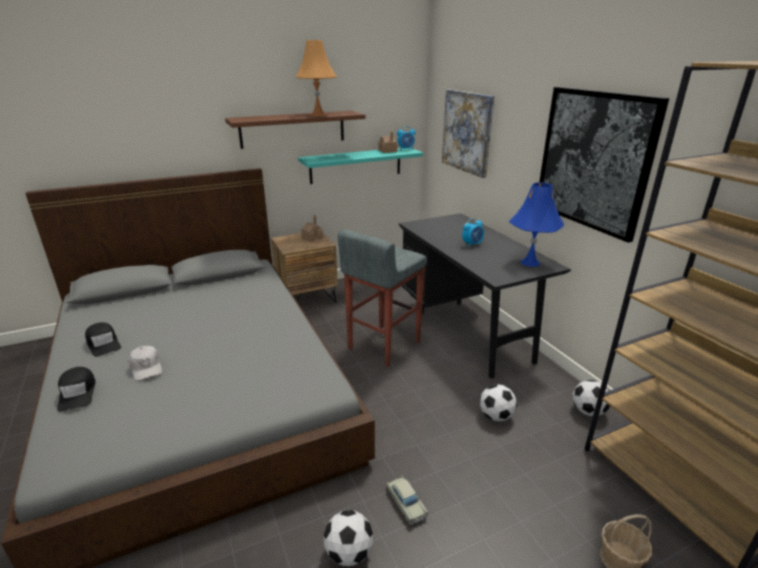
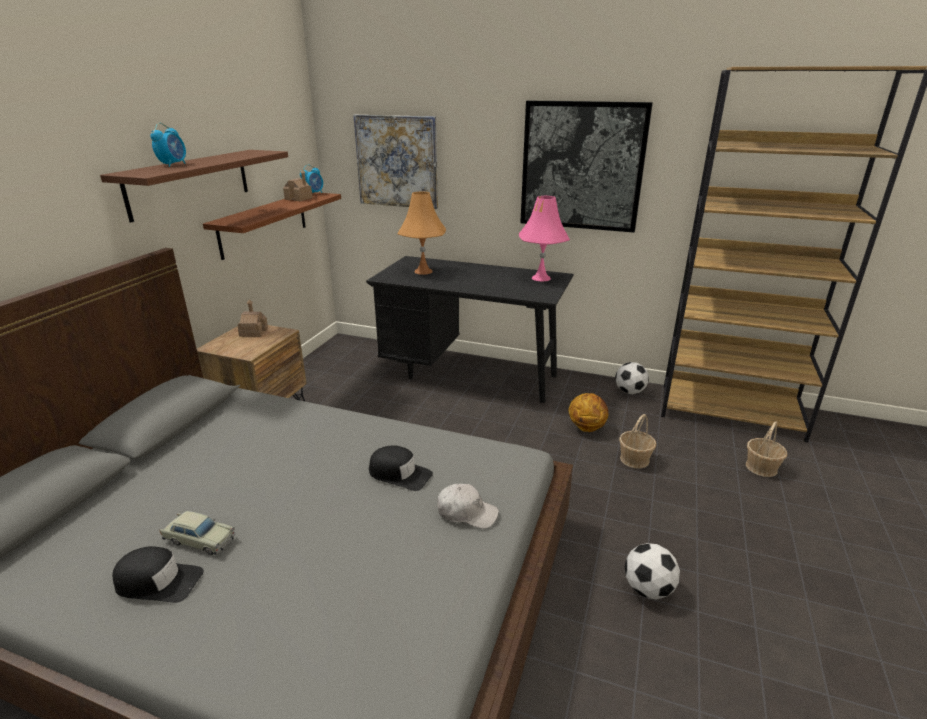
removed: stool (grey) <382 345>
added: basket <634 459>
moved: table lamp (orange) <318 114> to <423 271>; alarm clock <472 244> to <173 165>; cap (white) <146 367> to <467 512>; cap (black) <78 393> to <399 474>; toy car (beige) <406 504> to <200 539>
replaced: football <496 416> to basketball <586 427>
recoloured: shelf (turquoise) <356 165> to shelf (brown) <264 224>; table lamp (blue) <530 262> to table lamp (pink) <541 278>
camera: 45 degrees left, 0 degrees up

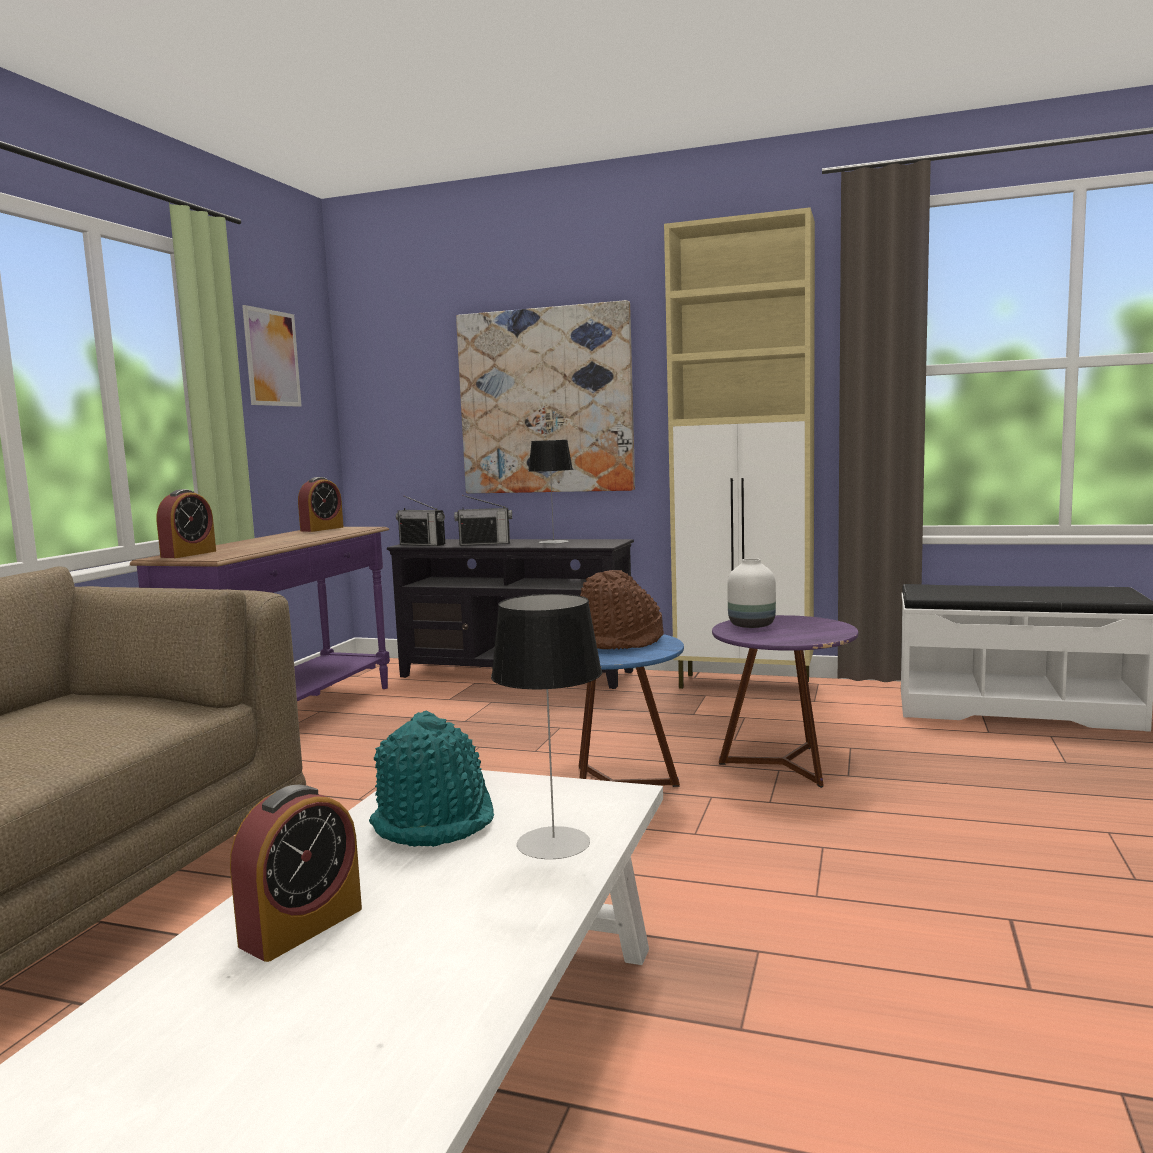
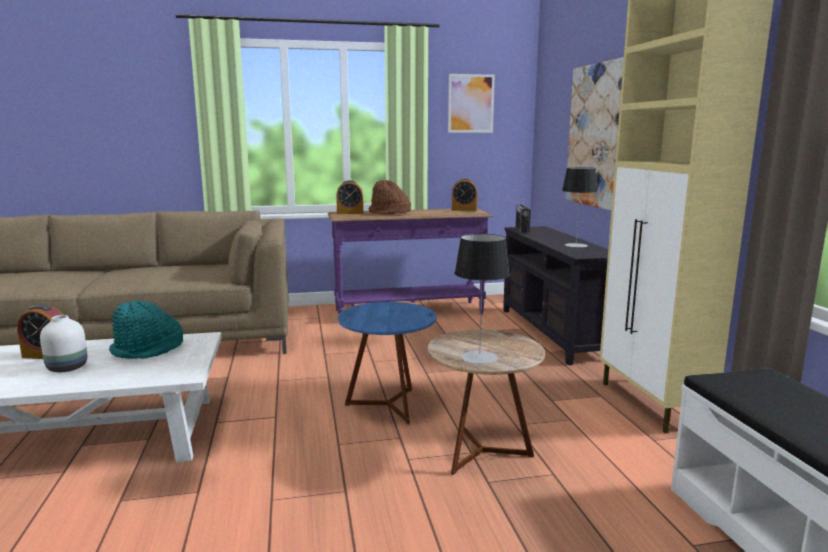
removed: radio <485 544>
moved: vase (white) <751 625> to <68 368>; hat (brown) <621 642> to <389 213>; table lamp <553 843> to <479 357>
recoloured: side table (purple) <784 765> to side table (brown) <482 452>
camera: 60 degrees right, 5 degrees up

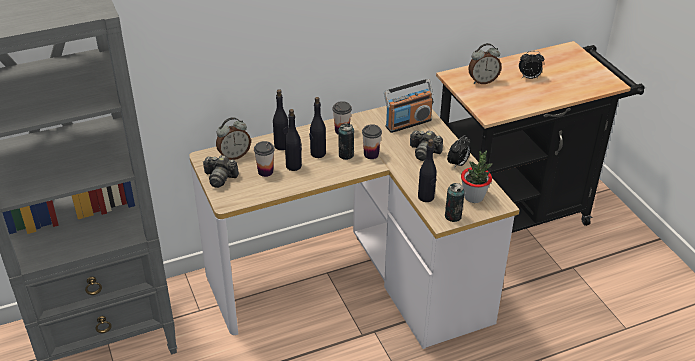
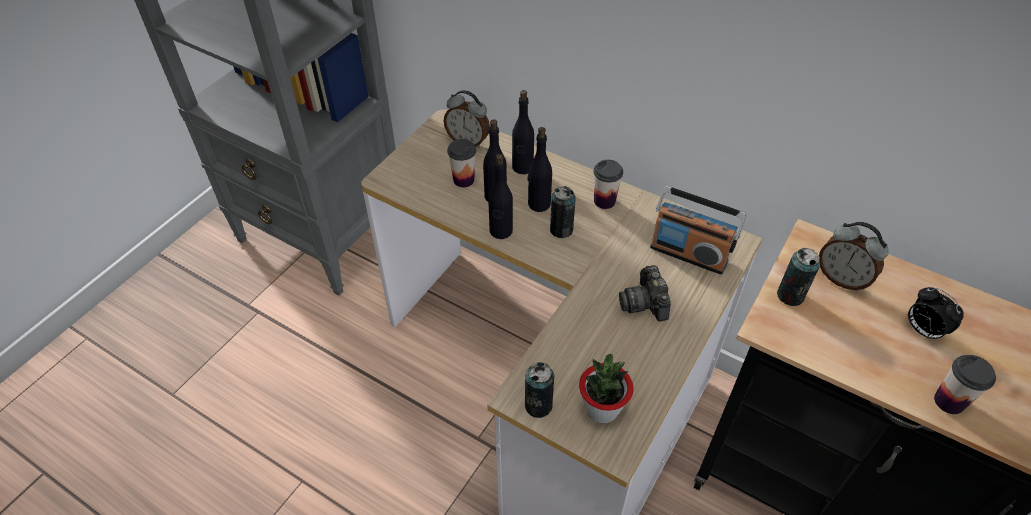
removed: alarm clock <458 164>; photo camera <220 178>
added: can <790 295>
moved: cup <371 154> to <949 401>; bottle (black) <426 197> to <501 231>
camera: 55 degrees right, 10 degrees up

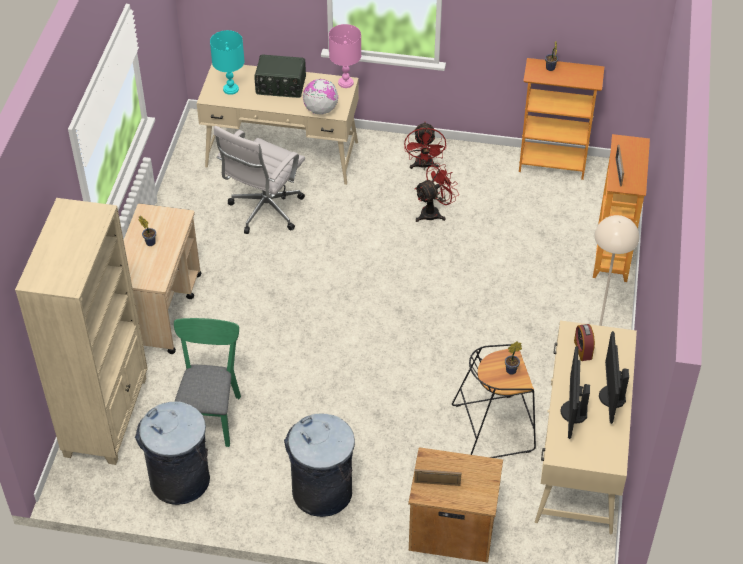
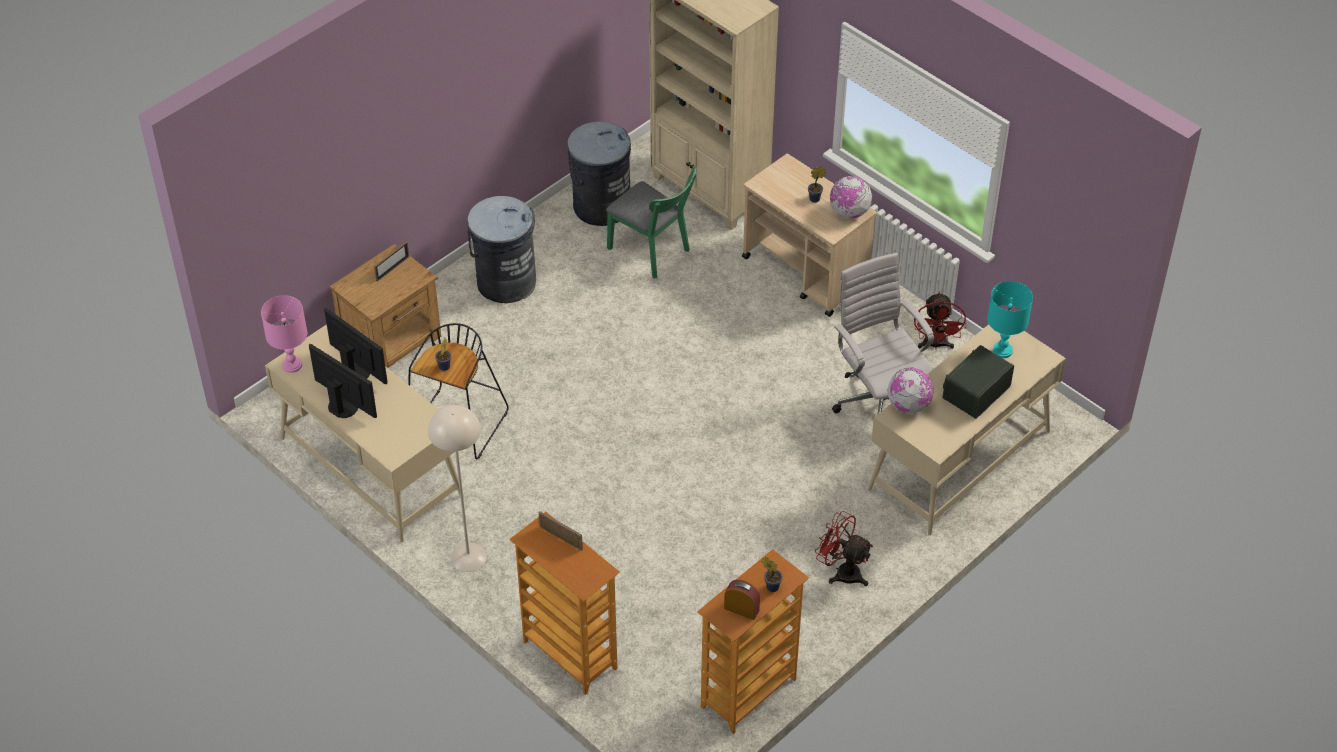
added: globe <849 212>
moved: table lamp (pink) <345 83> to <292 365>; fan (red) <434 212> to <935 345>; alarm clock <583 350> to <741 609>
camera: 125 degrees right, 0 degrees up

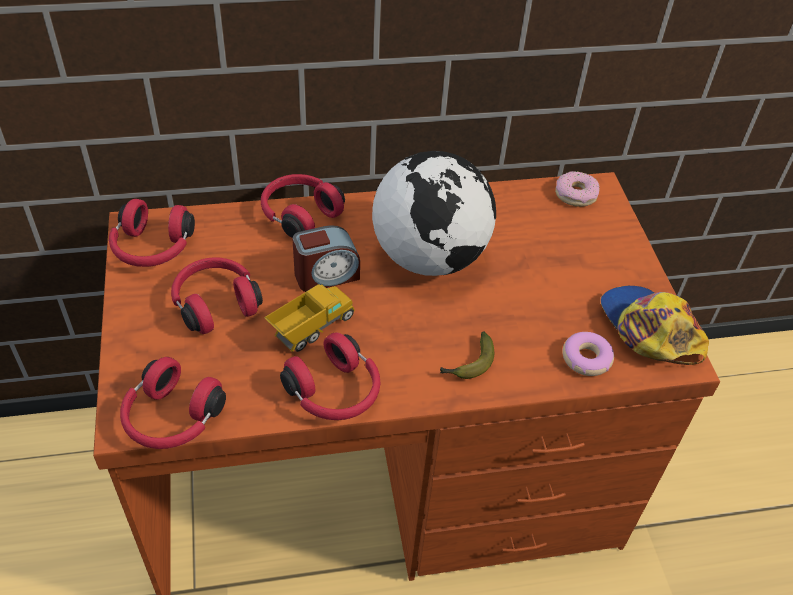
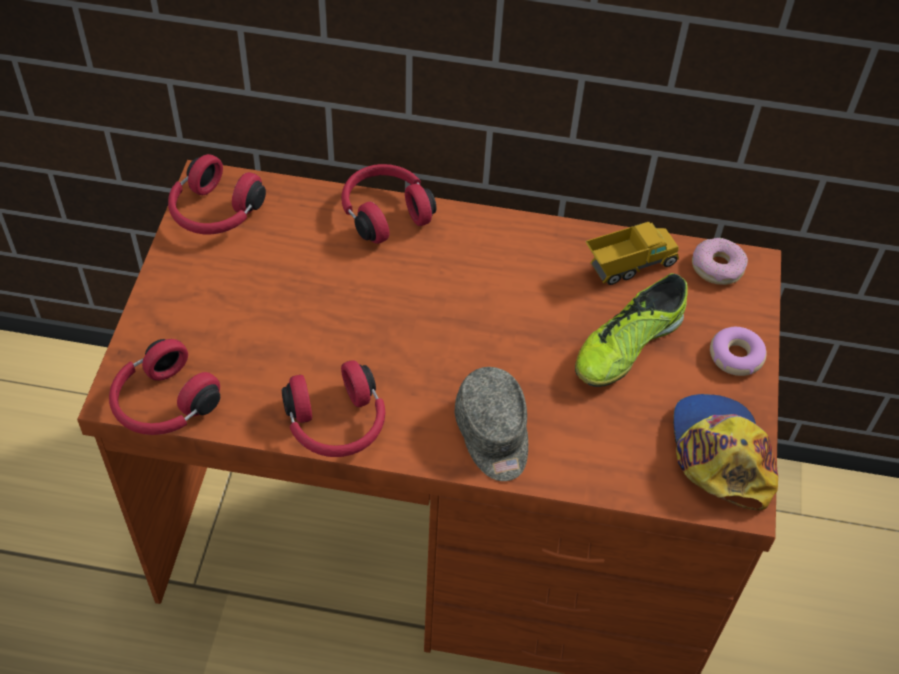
removed: globe <429 257>; alarm clock <326 275>; headphones (red) <215 303>
added: shoe <627 345>
moved: toy truck <312 329> to <629 267>; donut <586 359> to <735 356>
replaced: banana <469 364> to cap (grey) <493 435>
camera: 20 degrees right, 5 degrees up

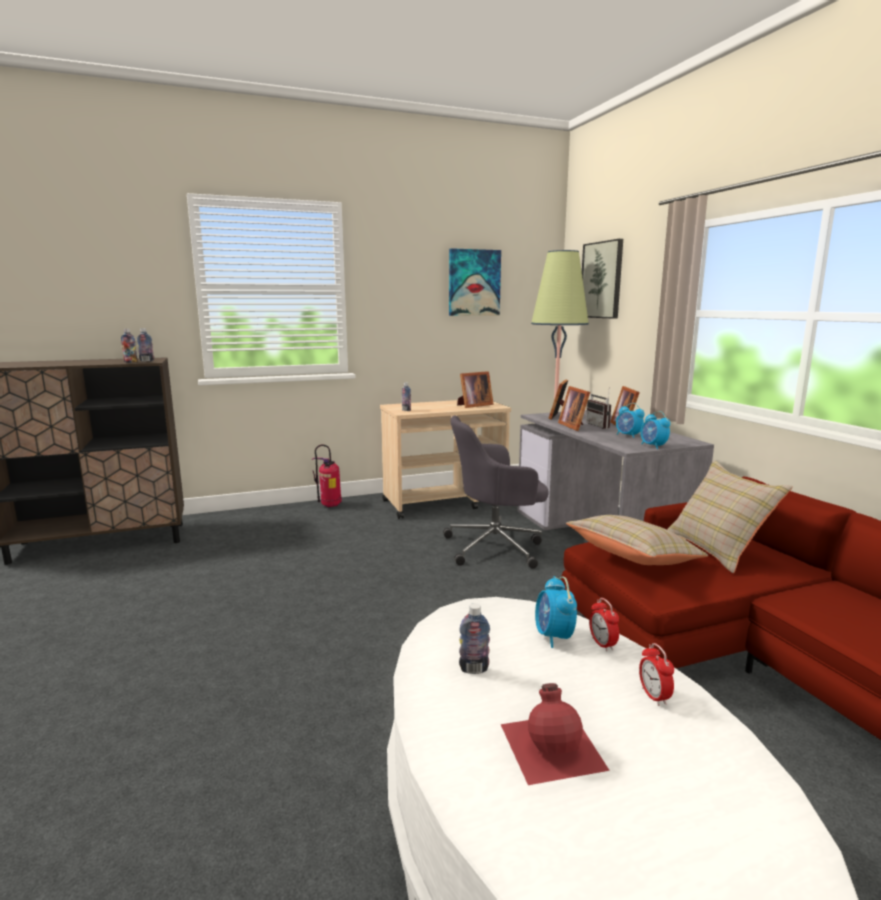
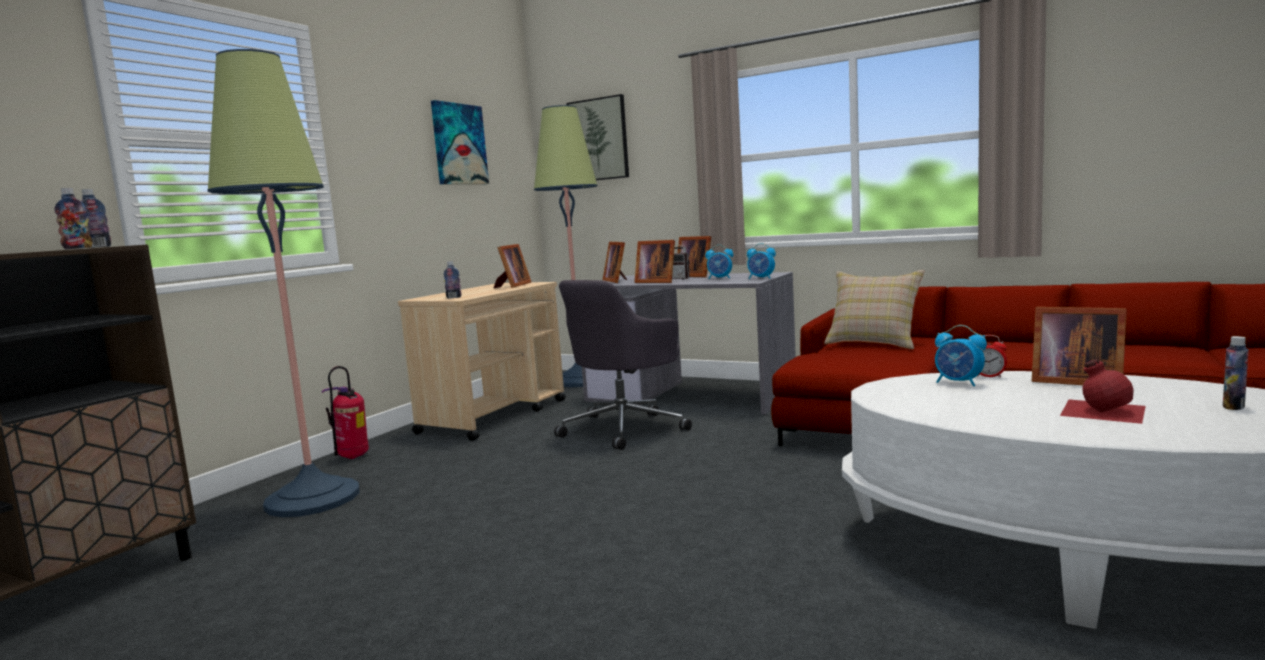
removed: pillow (beige) <633 559>
added: floor lamp <313 498>
moved: bottle <474 669> to <1233 407>
replaced: alarm clock <654 696> to picture frame <1073 381>
camera: 40 degrees left, 5 degrees down

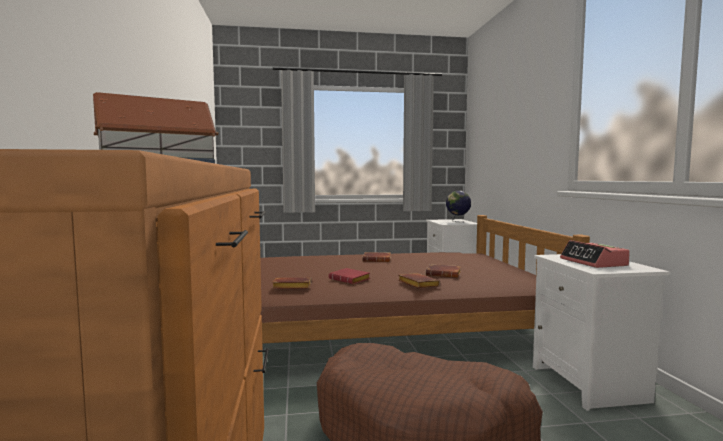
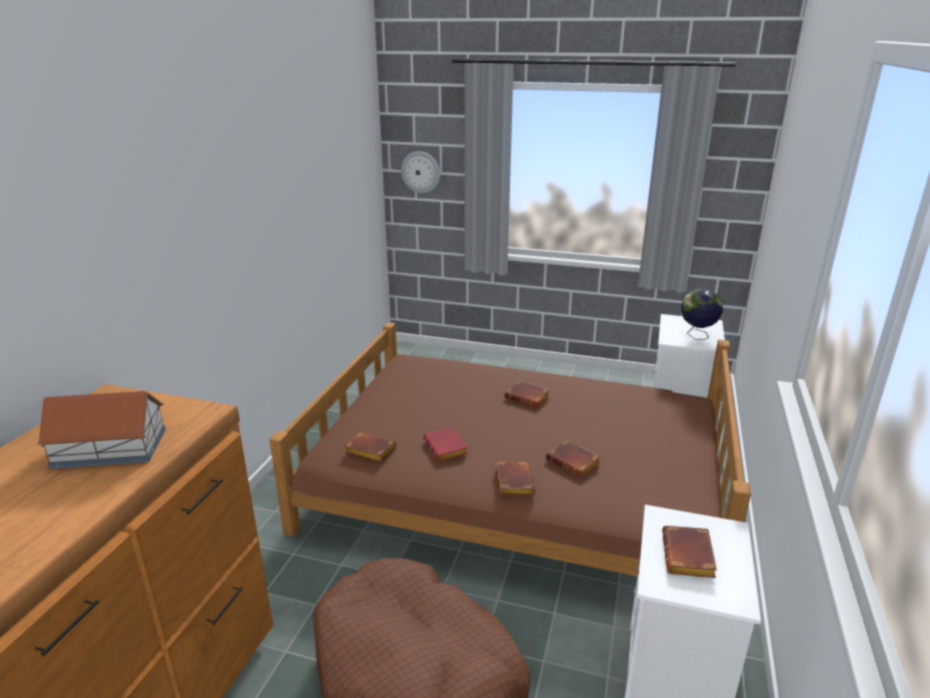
added: wall clock <421 172>
replaced: alarm clock <593 262> to book (brown) <689 558>
camera: 25 degrees right, 20 degrees up

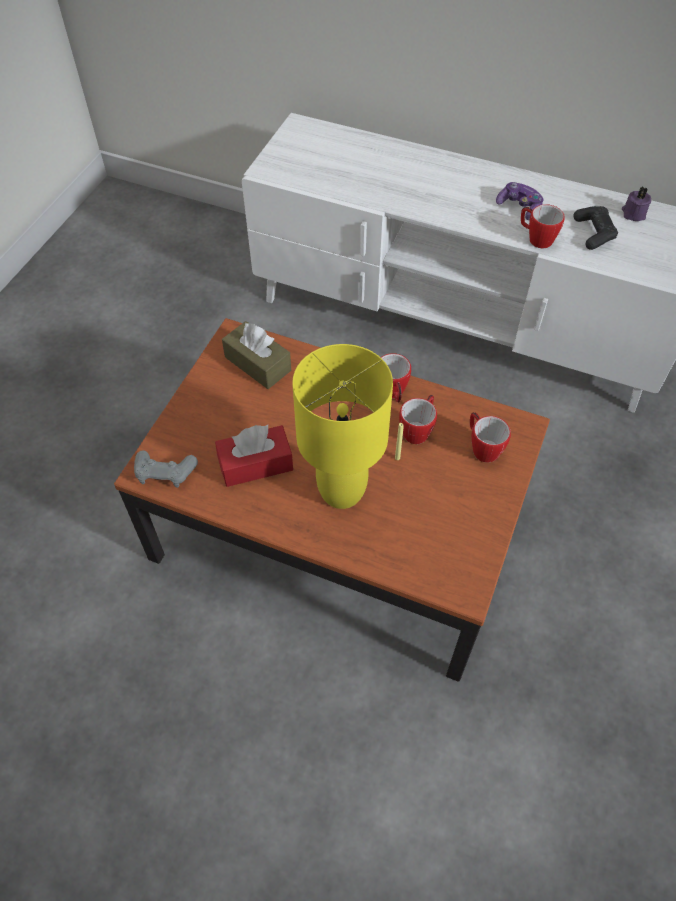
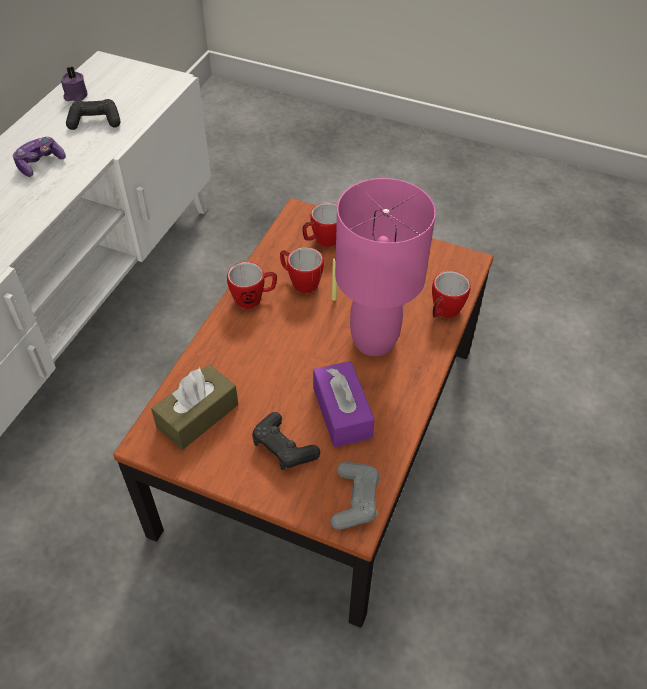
added: game controller (black) <283 448>
moved: mug <536 238> to <443 312>
recoloured: table lamp (yellow) <341 492> to table lamp (pink) <375 341>; tissue box (red) <255 464> to tissue box (purple) <342 412>
camera: 90 degrees left, 5 degrees down

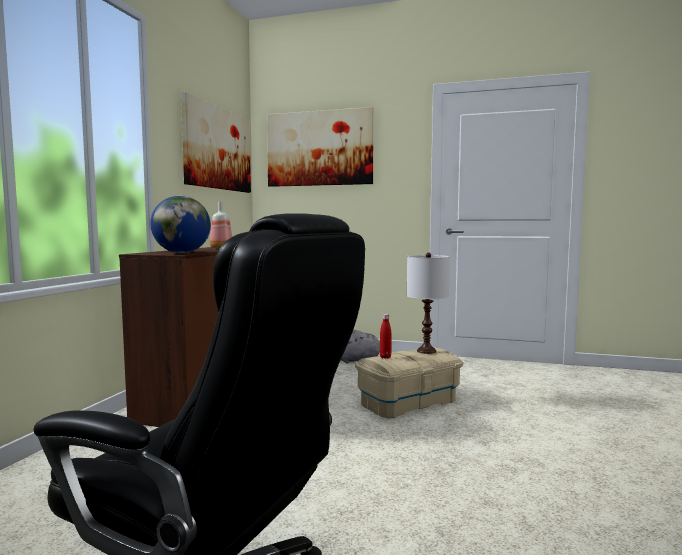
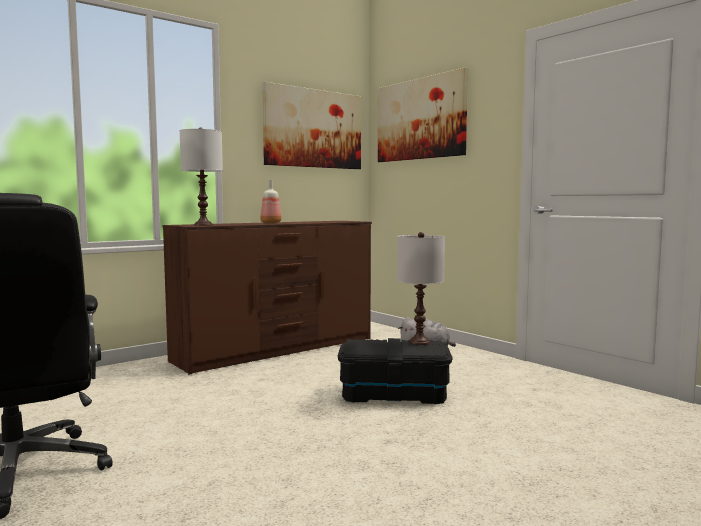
removed: bottle (red) <385 357>
replaced: globe <181 253> to table lamp (white) <203 225>
recoloured: storage box (beige) <408 402> to storage box (black) <394 394>
camera: 35 degrees right, 0 degrees up

